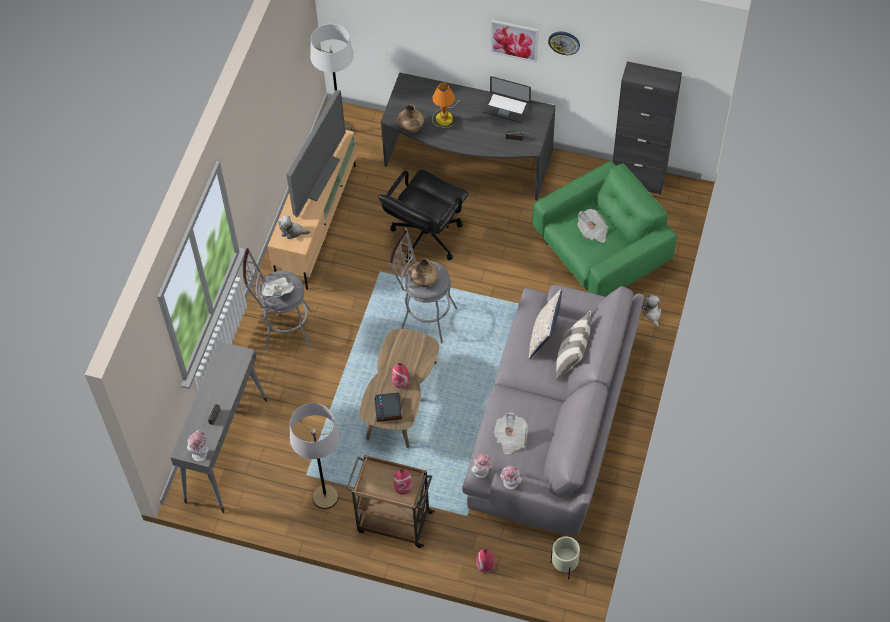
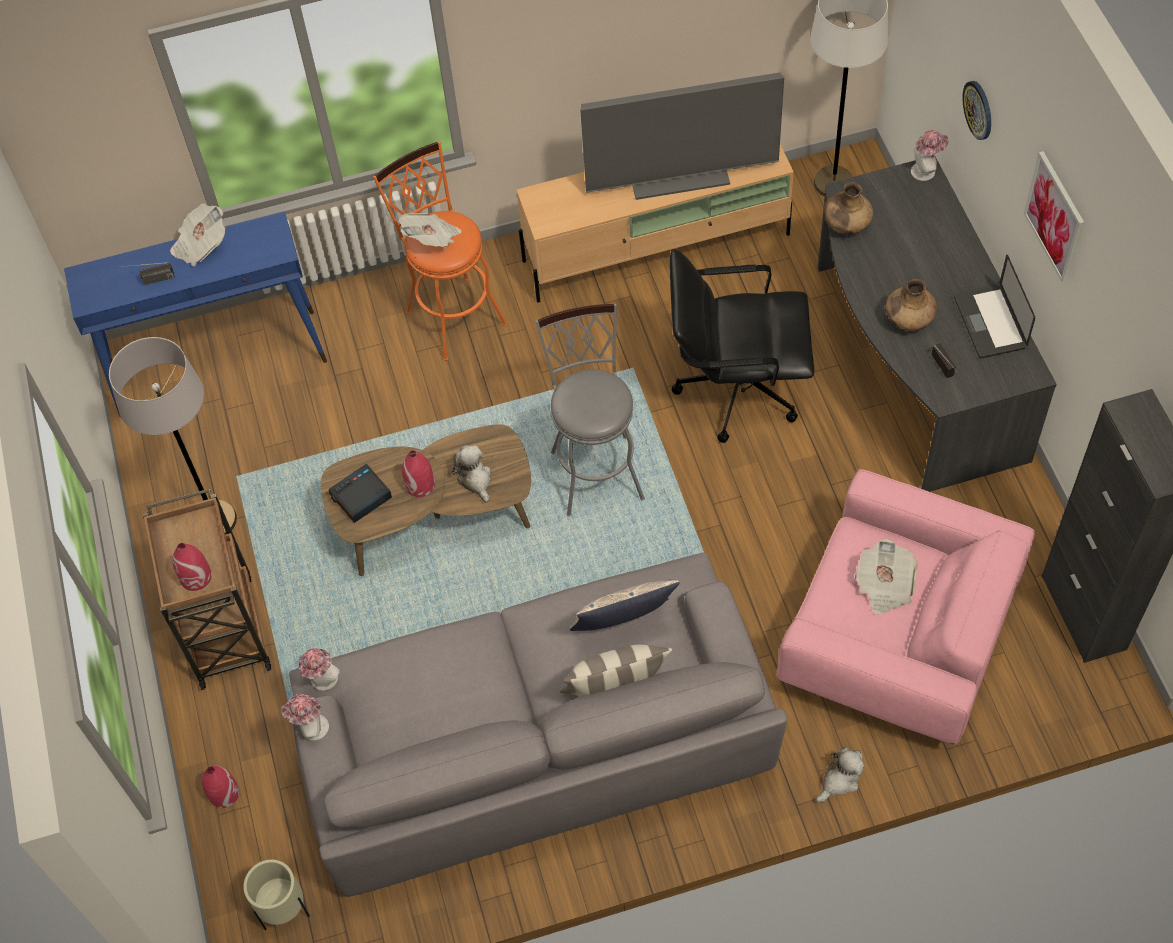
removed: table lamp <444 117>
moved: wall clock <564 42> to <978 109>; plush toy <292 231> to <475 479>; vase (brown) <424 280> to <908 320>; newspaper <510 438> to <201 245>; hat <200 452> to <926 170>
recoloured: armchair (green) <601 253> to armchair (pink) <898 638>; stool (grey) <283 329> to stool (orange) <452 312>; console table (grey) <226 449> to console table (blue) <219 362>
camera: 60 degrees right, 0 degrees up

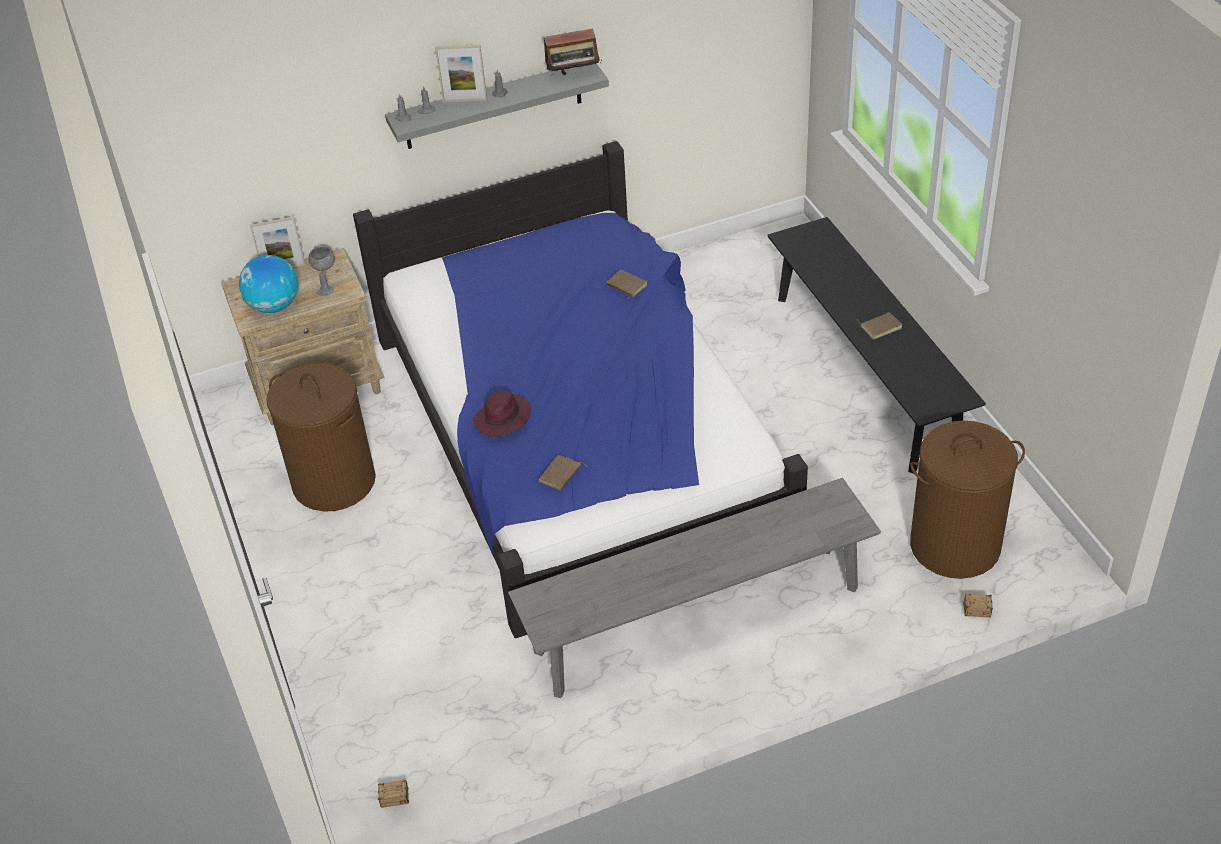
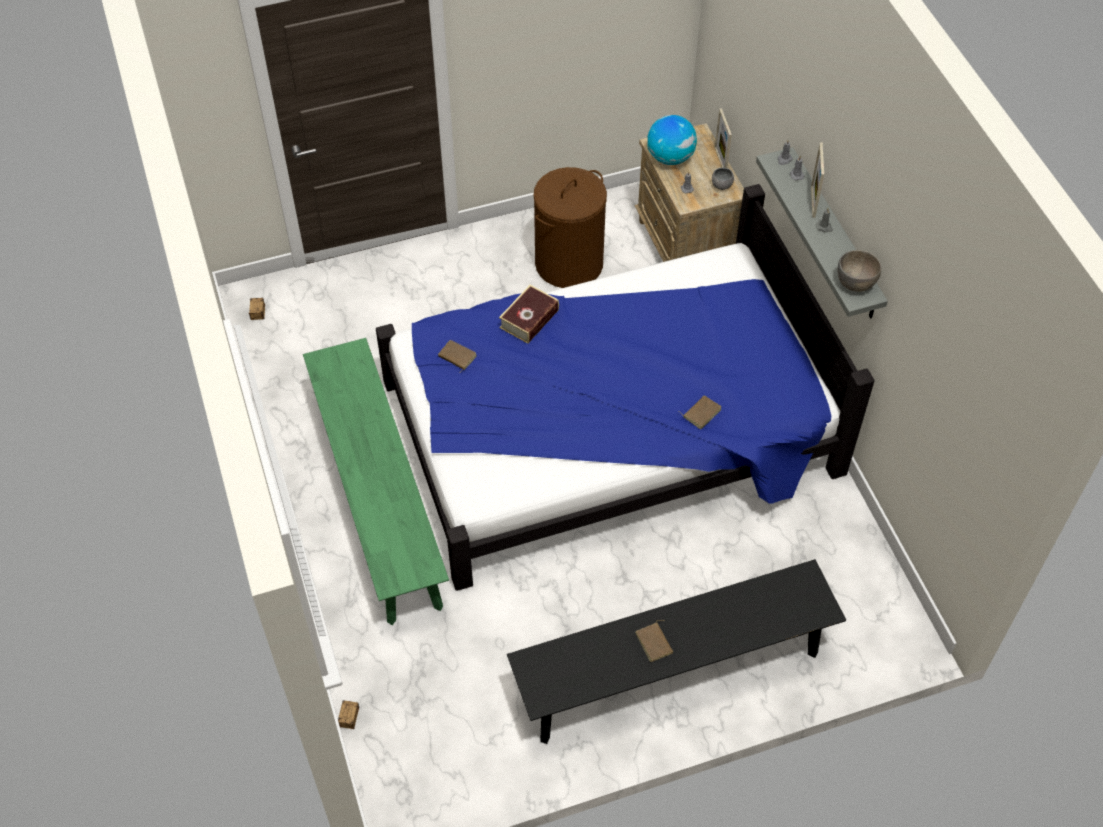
removed: laundry basket (brown) <955 545>
replaced: radio <574 75> to bowl (grey) <855 284>; hat (purple) <502 419> to book <529 319>
recoloured: bench (grey) <697 619> to bench (green) <379 502>
camera: 90 degrees right, 10 degrees up

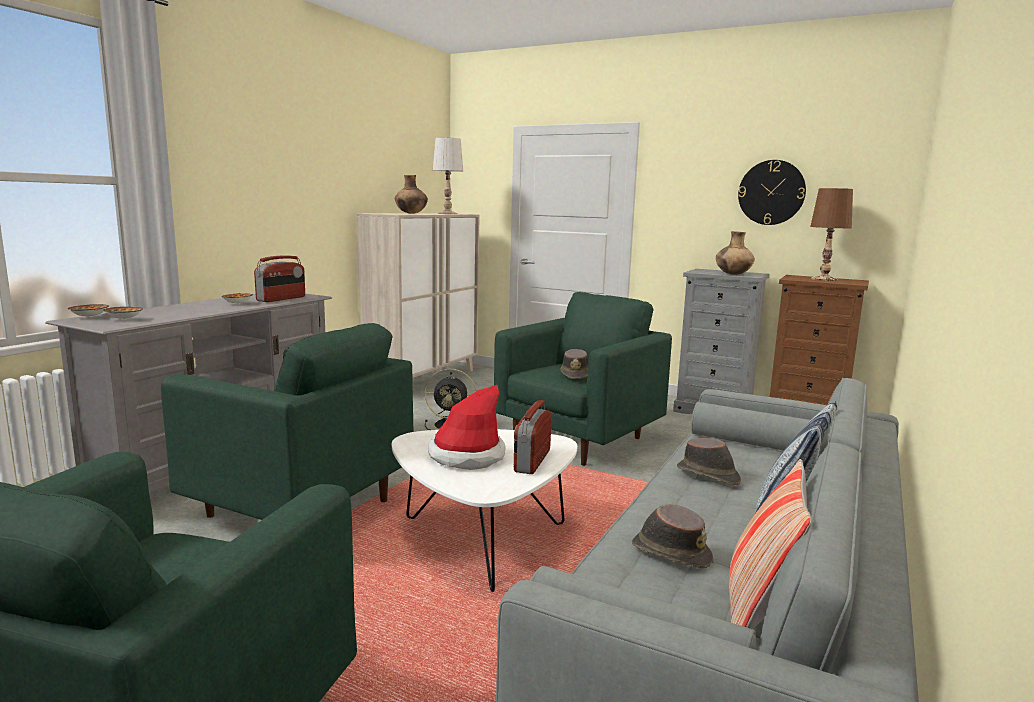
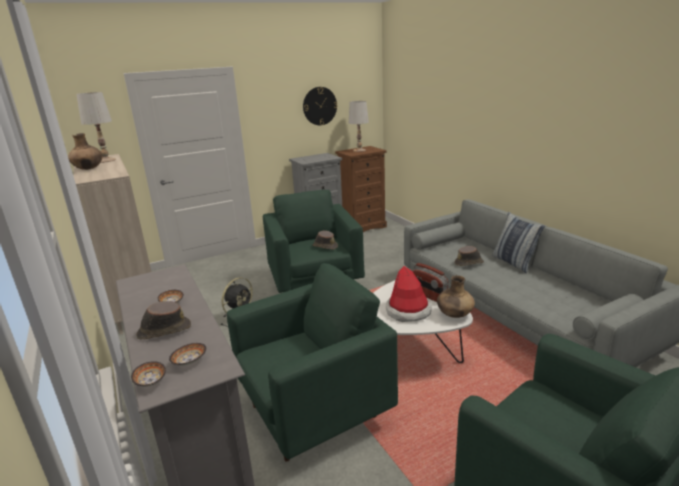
removed: radio <281 299>; pillow <759 612>
moved: vase (brown) <733 274> to <454 315>; hat (brown) <670 552> to <163 330>
recoloured: table lamp (brown) <824 279> to table lamp (white) <359 150>
camera: 55 degrees left, 10 degrees up

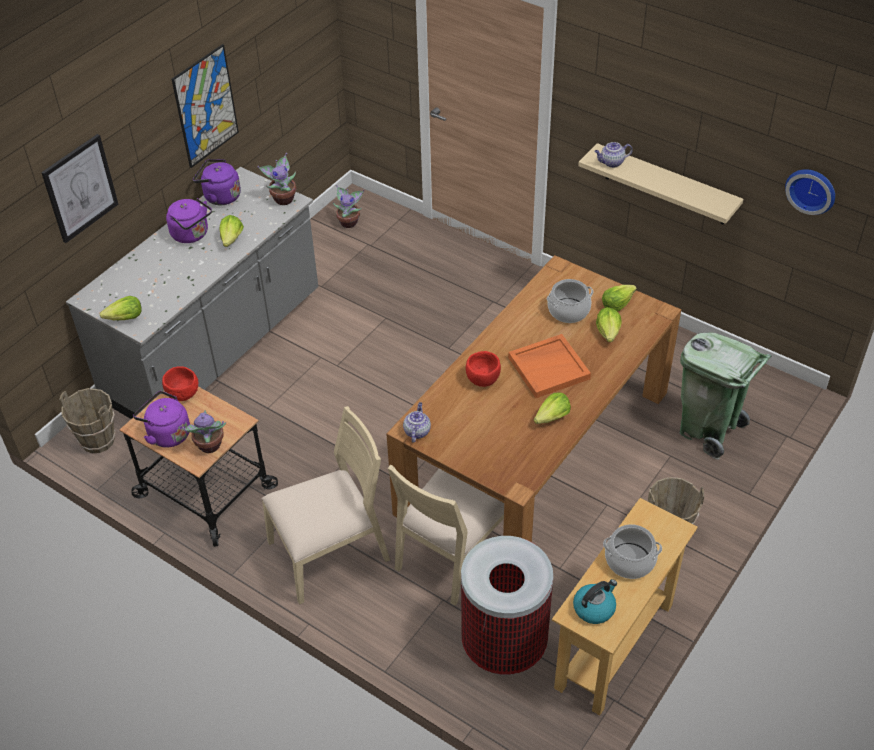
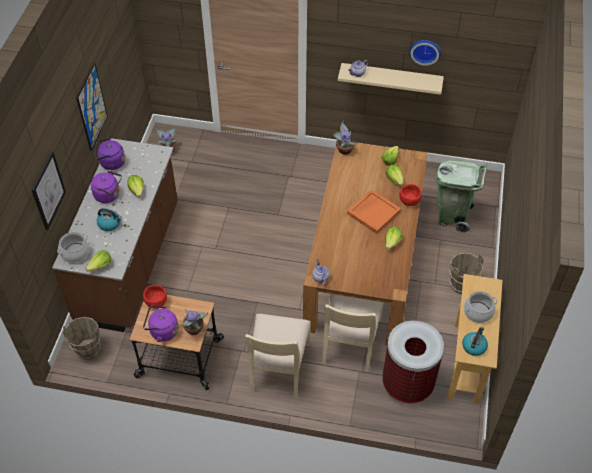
added: kettle <110 223>
moved: potted plant <283 198> to <344 150>; wall clock <811 189> to <425 50>; cooking pot <568 311> to <75 253>; bowl (red) <483 380> to <410 201>
recoloured: counter (grey) <216 348> to counter (brown) <130 262>
turned: chair (beige) <330 552> = <278 367> 150 degrees clockwise
camera: 25 degrees left, 5 degrees up

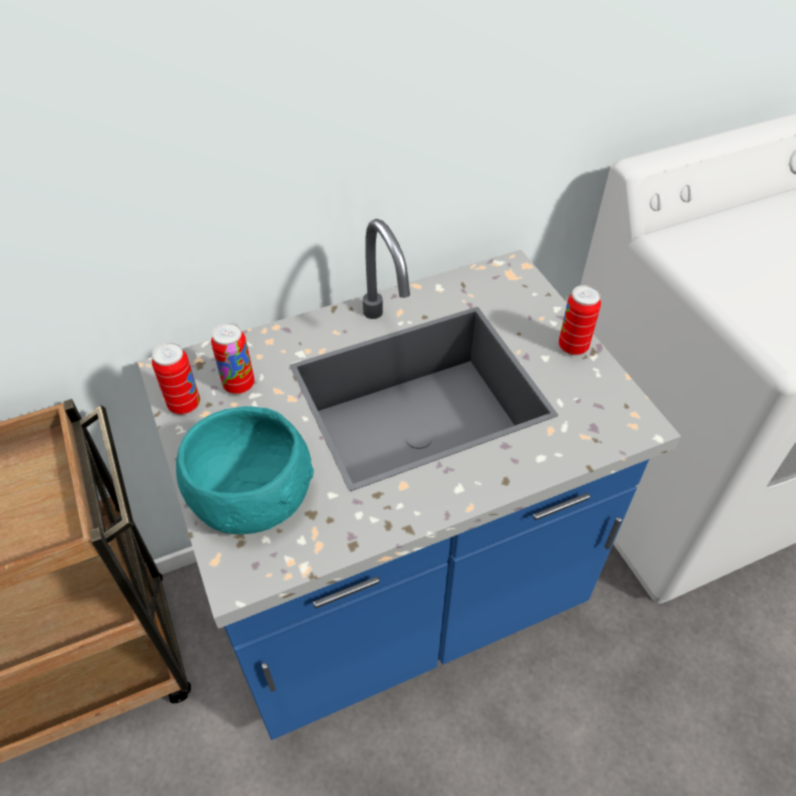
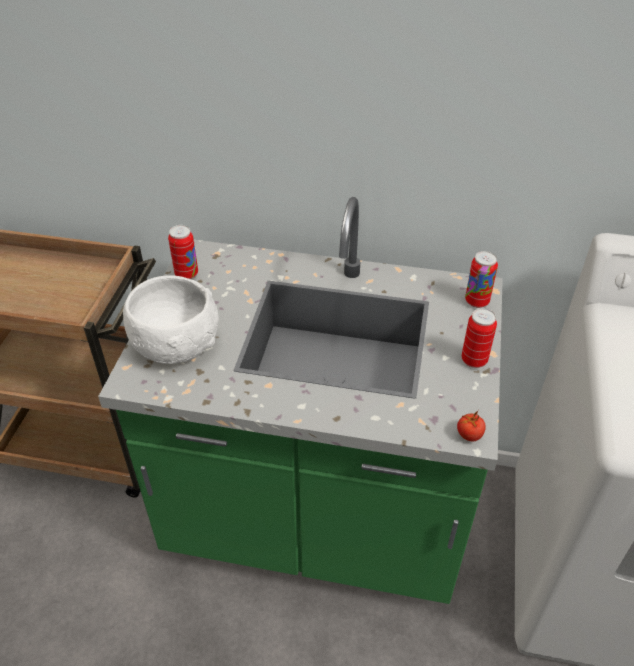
added: tomato <469 435>
moved: can <239 385> to <476 301>
recoloured: counter (blue) <398 596> to counter (green) <317 518>; bowl (turquoise) <251 496> to bowl (white) <176 343>
camera: 35 degrees right, 5 degrees down

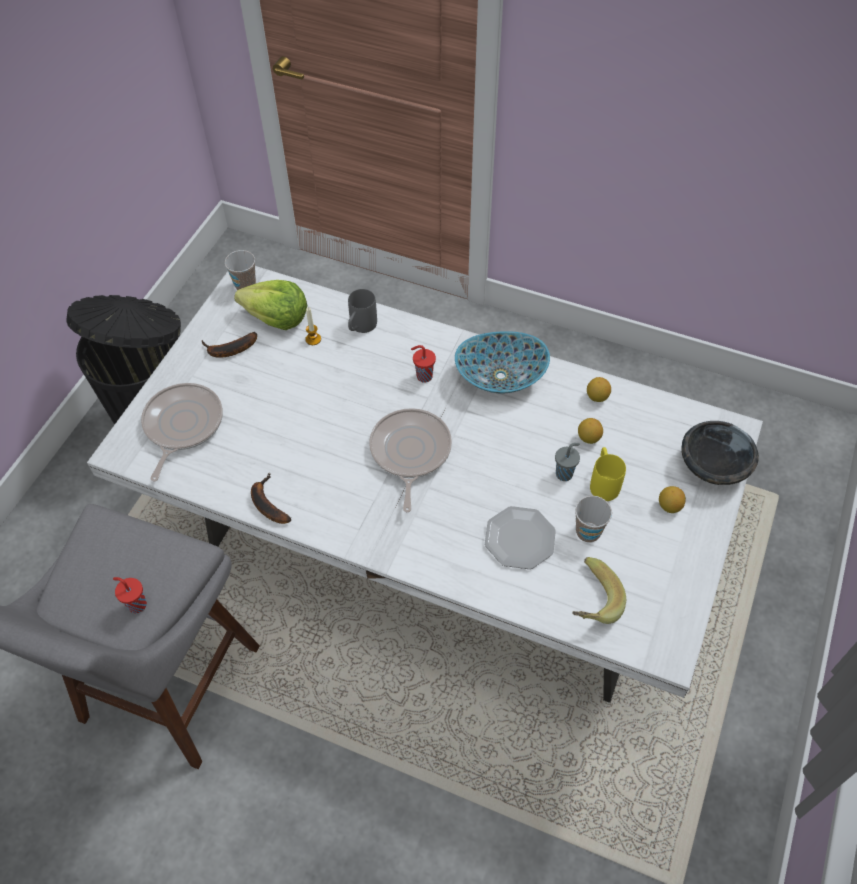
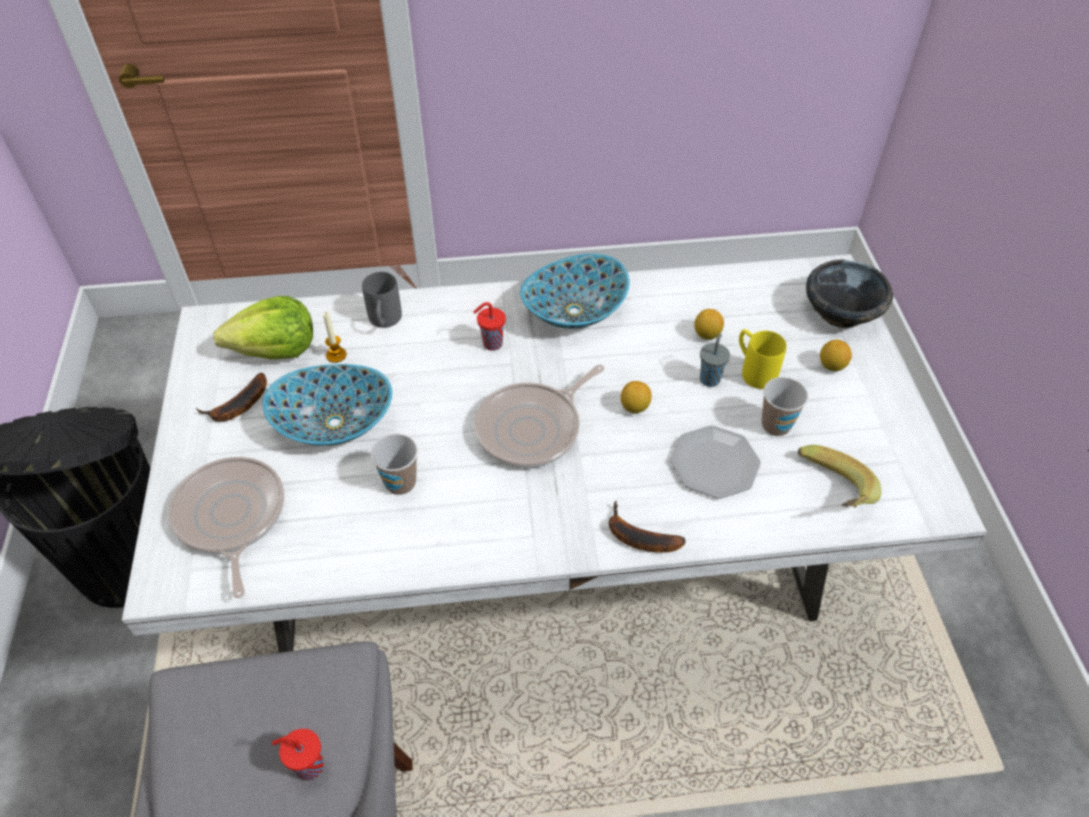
added: bowl <334 422>
moved: cup <245 285> to <400 483>; lemon <597 397> to <634 407>; banana <266 503> to <637 537>
turned: frying pan <409 453> = <533 428> 105 degrees counterclockwise
camera: 30 degrees left, 5 degrees down

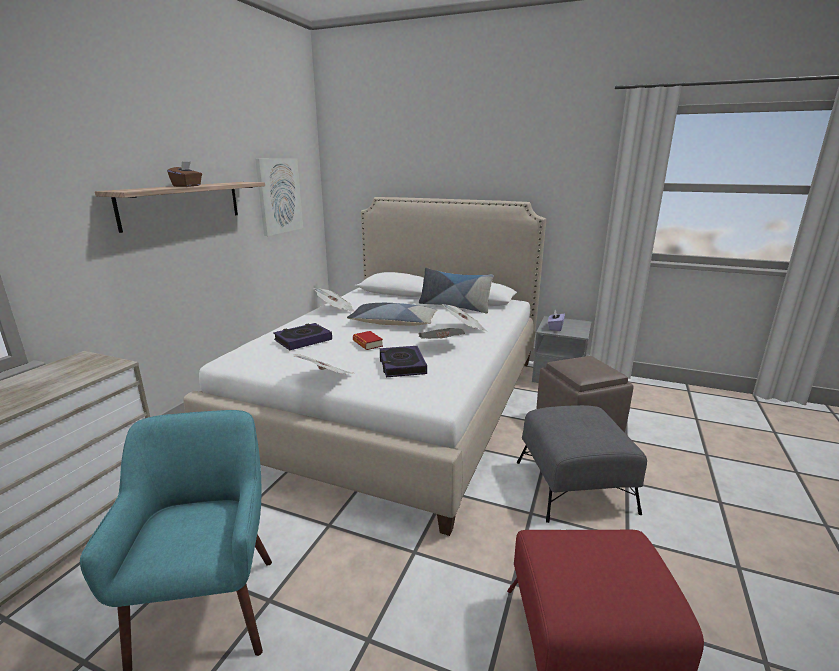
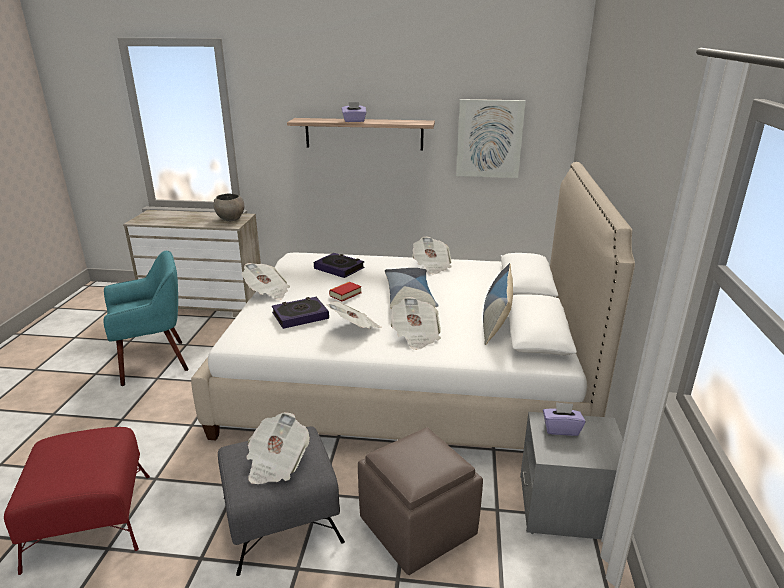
added: bowl (grey) <230 219>; newspaper <276 463>
recoloured: tissue box (brown) <187 186> to tissue box (purple) <354 121>
camera: 75 degrees right, 5 degrees up

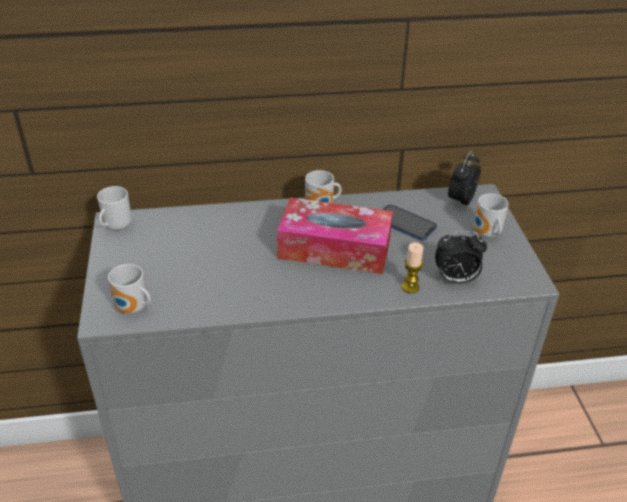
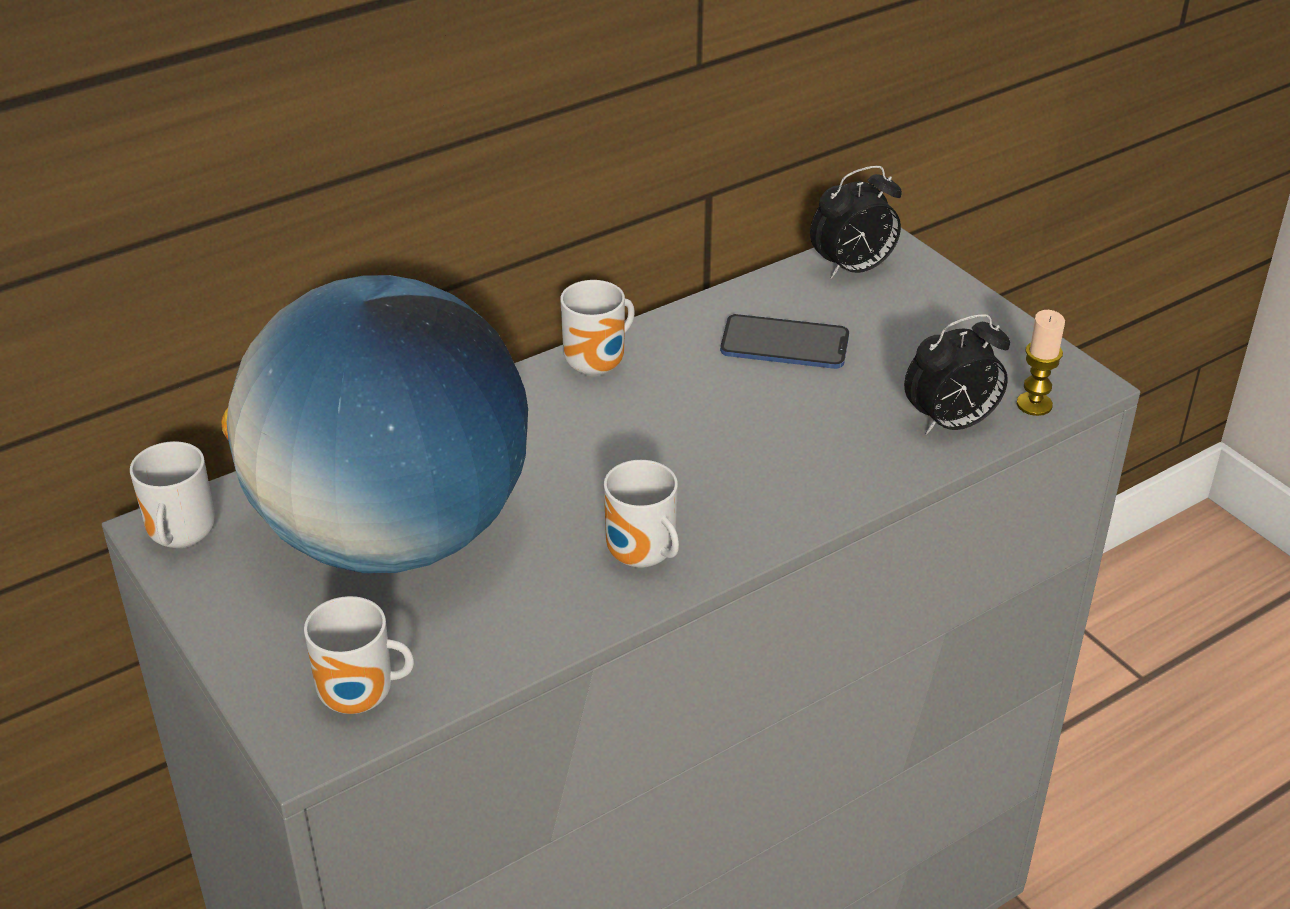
removed: tissue box <334 249>
added: globe <393 534>
moved: mug <486 235> to <641 559>; candle <410 287> to <1034 404>
turned: alarm clock <460 201> = <853 269> 120 degrees counterclockwise
camera: 25 degrees left, 0 degrees up

